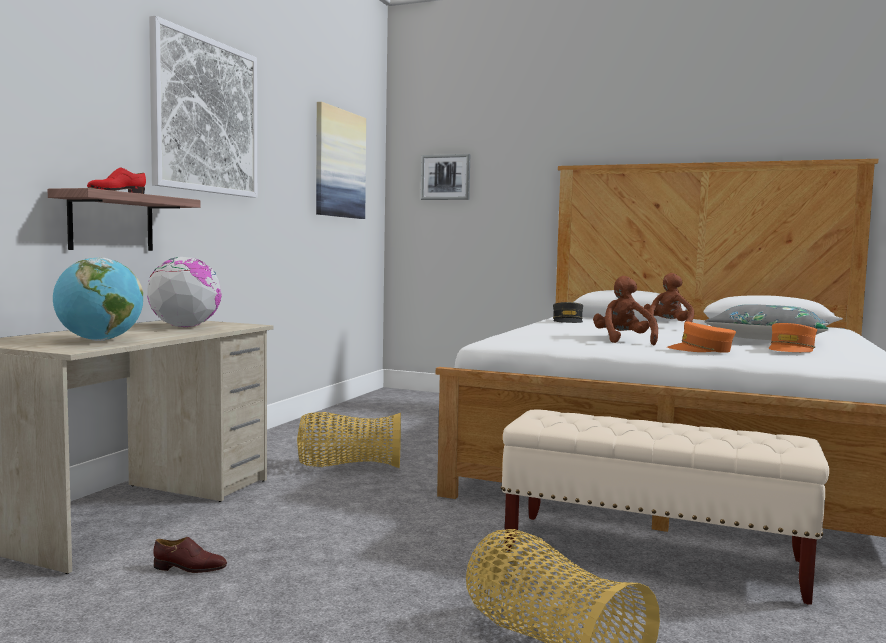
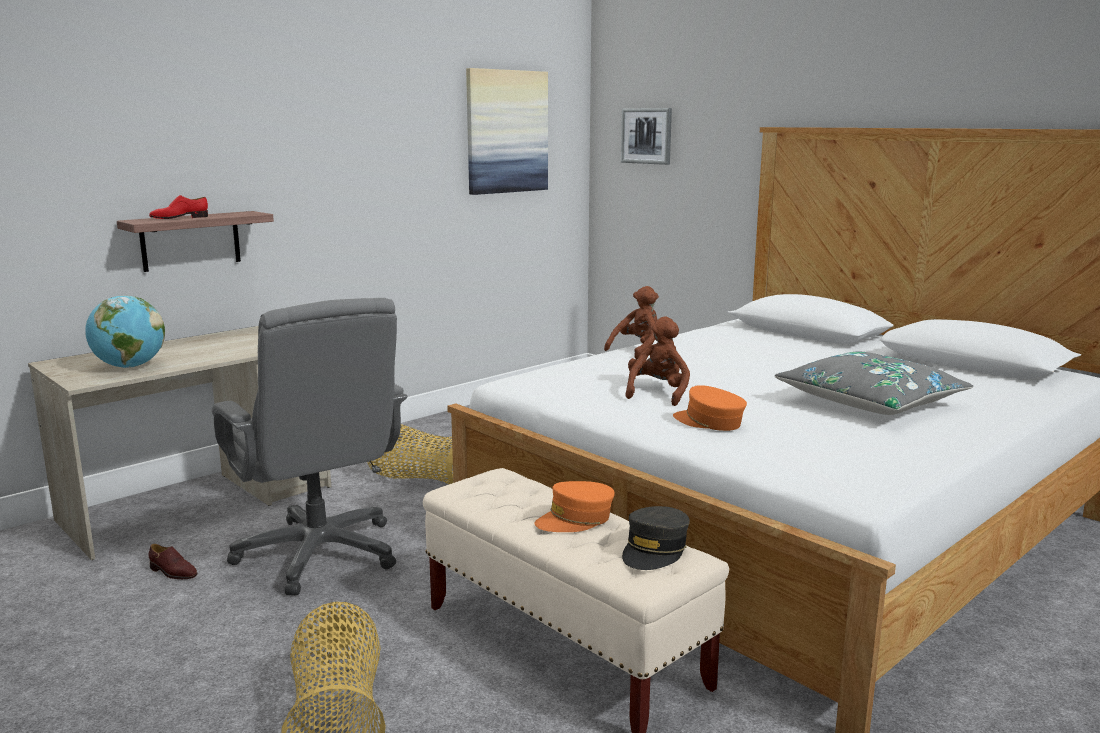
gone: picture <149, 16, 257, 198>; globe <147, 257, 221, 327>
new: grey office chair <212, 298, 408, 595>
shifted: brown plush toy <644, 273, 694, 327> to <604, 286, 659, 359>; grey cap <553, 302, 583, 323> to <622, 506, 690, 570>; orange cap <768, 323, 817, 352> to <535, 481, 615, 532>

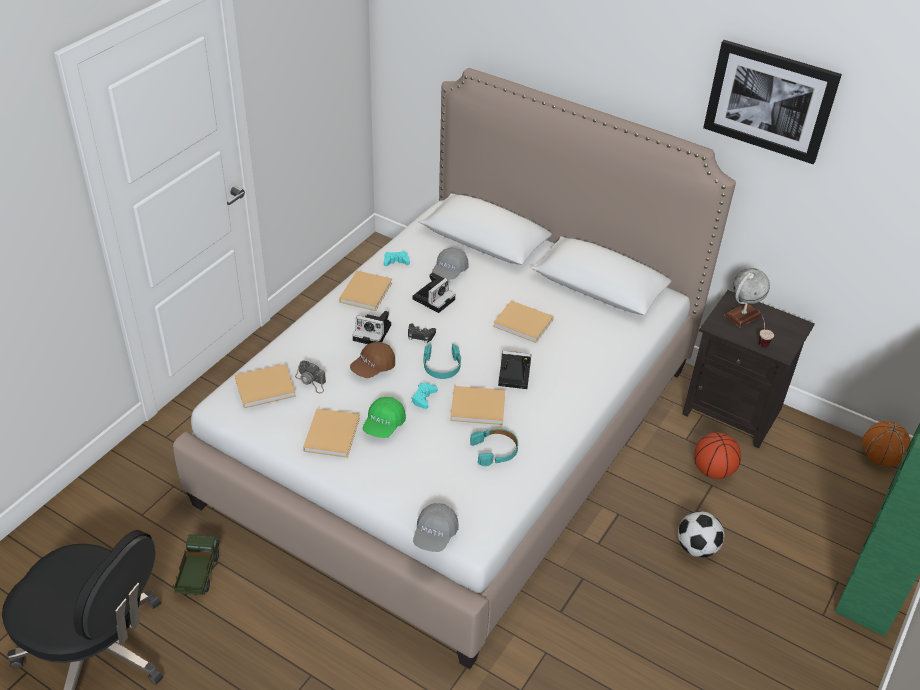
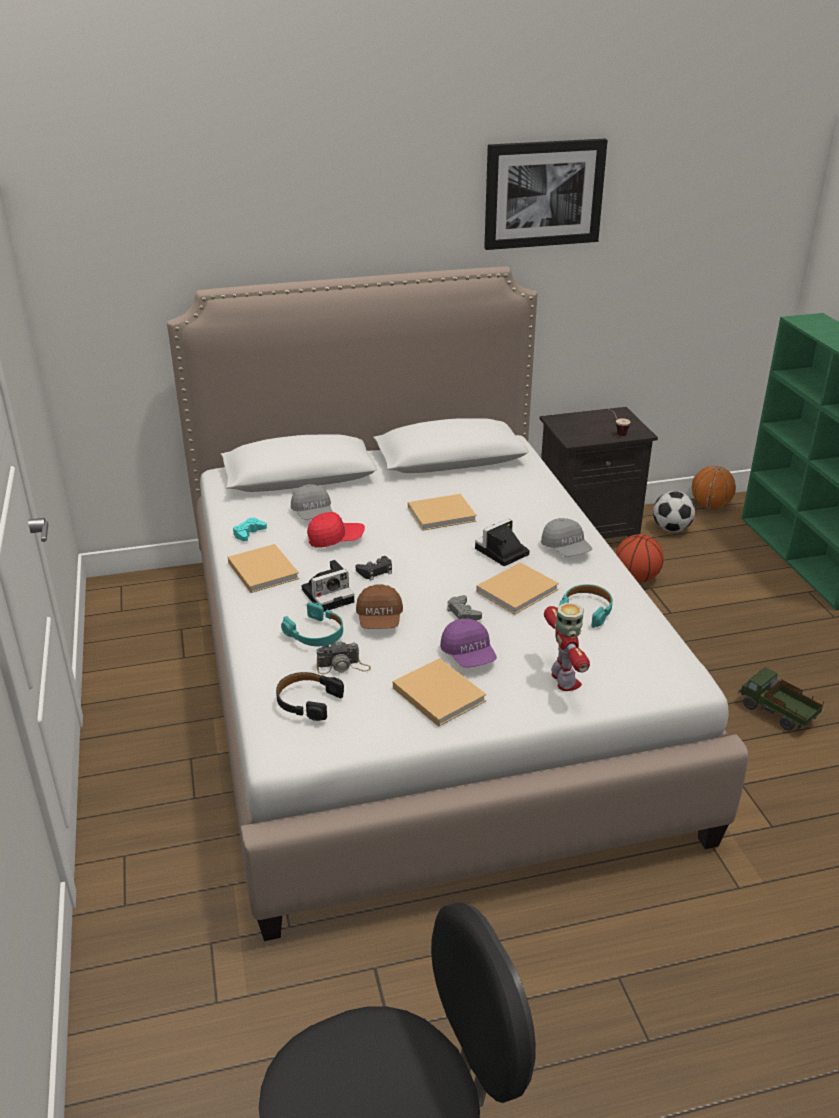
gone: globe <724, 268, 770, 328>
new: toy robot <544, 603, 590, 691>
shifted: turquoise headphones <423, 344, 461, 379> to <281, 602, 343, 646>; grey cap <413, 503, 459, 552> to <541, 518, 592, 557>; football <678, 511, 725, 558> to <653, 491, 695, 532>; toy truck <173, 534, 220, 596> to <738, 667, 824, 731>
swapped: photo camera <413, 273, 455, 313> to red cap <307, 512, 365, 548>; beige book <235, 364, 296, 408> to black headphones <276, 672, 344, 721>
repainted: turquoise game controller <411, 383, 437, 409> to grey game controller <447, 595, 482, 621>; green cap <362, 397, 406, 438> to purple cap <440, 618, 497, 667>

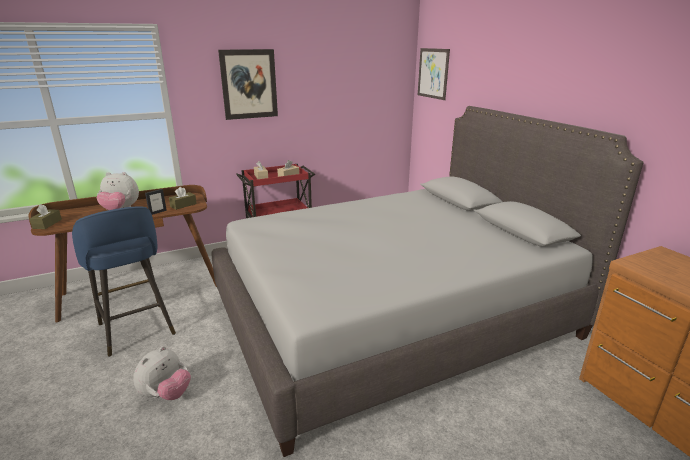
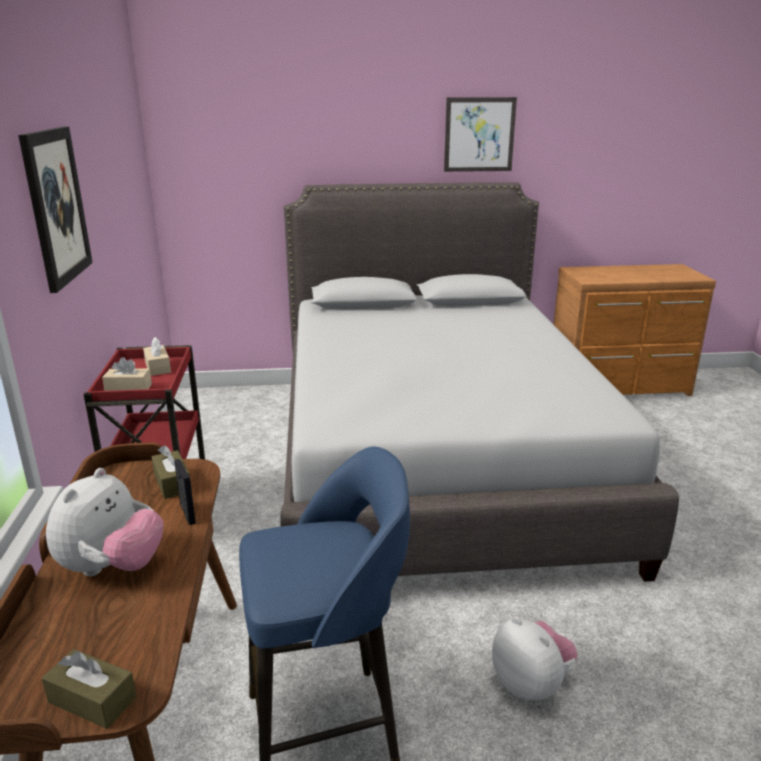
shifted: picture <418, 48, 450, 100> to <444, 97, 517, 172>

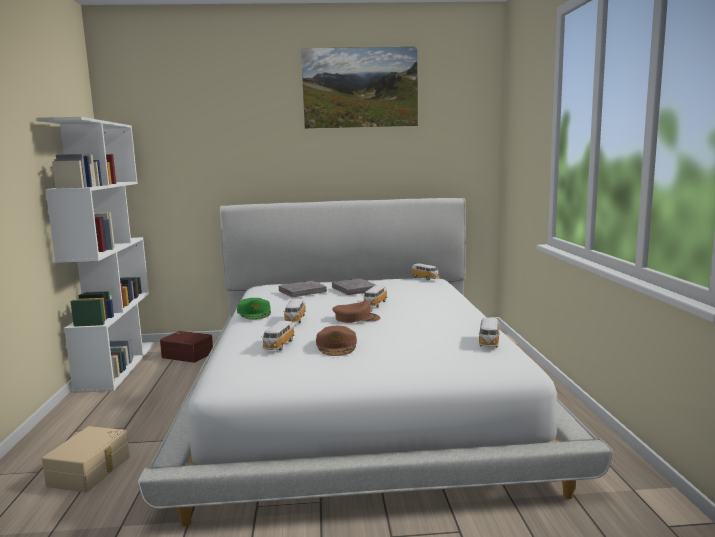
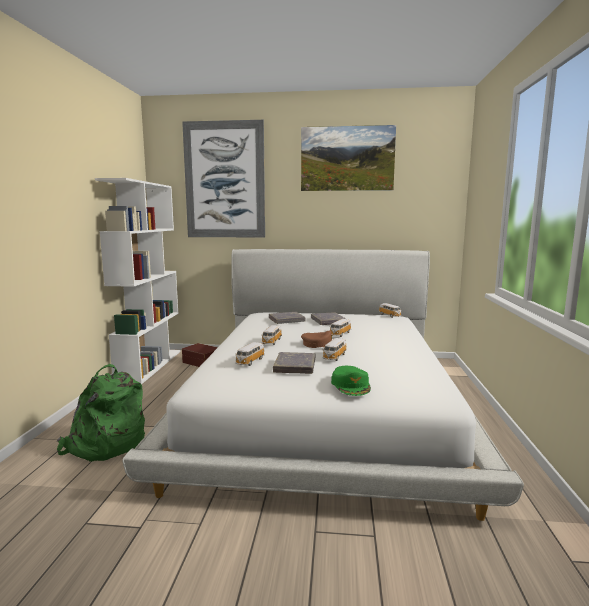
new: picture <182, 120, 265, 238>
shifted: green cap <237, 298, 271, 320> to <331, 366, 371, 396>; toy car <478, 318, 500, 348> to <323, 338, 347, 361>
swapped: brown cap <316, 326, 357, 356> to grey book <273, 352, 316, 374>; beige storage box <42, 426, 130, 492> to green backpack <57, 364, 145, 462>

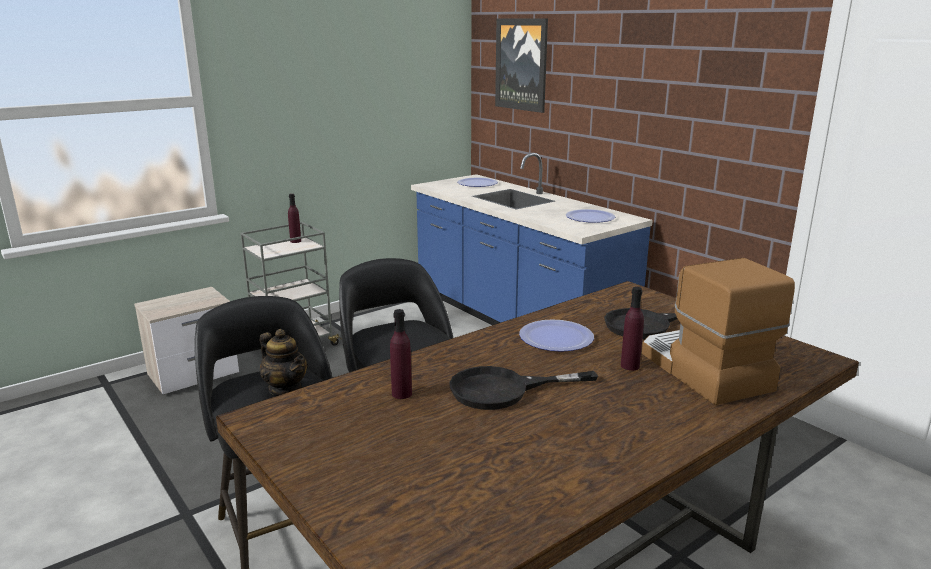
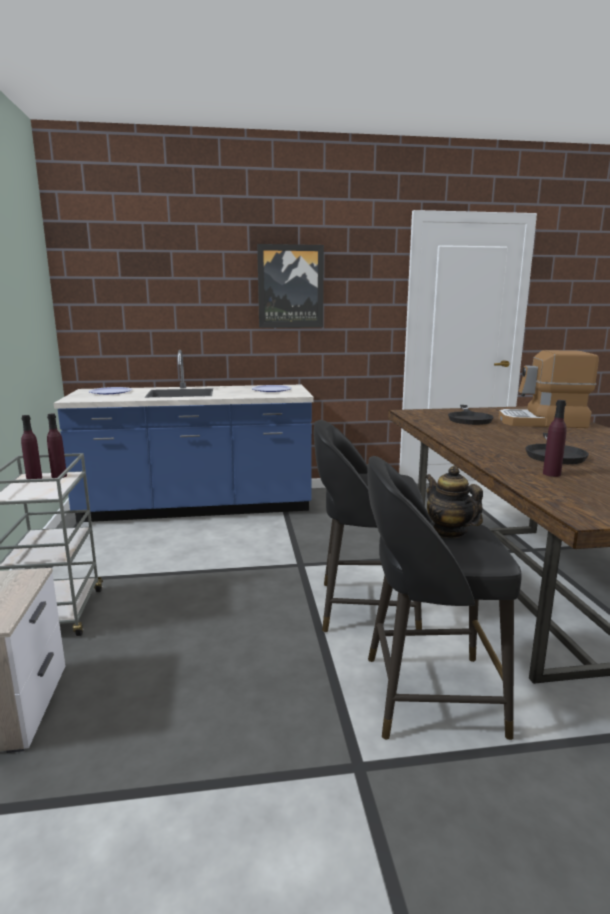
gone: plate <519, 319, 594, 352>
shifted: picture <495, 18, 548, 113> to <257, 244, 324, 328>; purple bottle <621, 287, 644, 371> to <47, 414, 67, 478>
rotated: teapot <260, 329, 307, 396> = <425, 466, 483, 538> 105 degrees counterclockwise

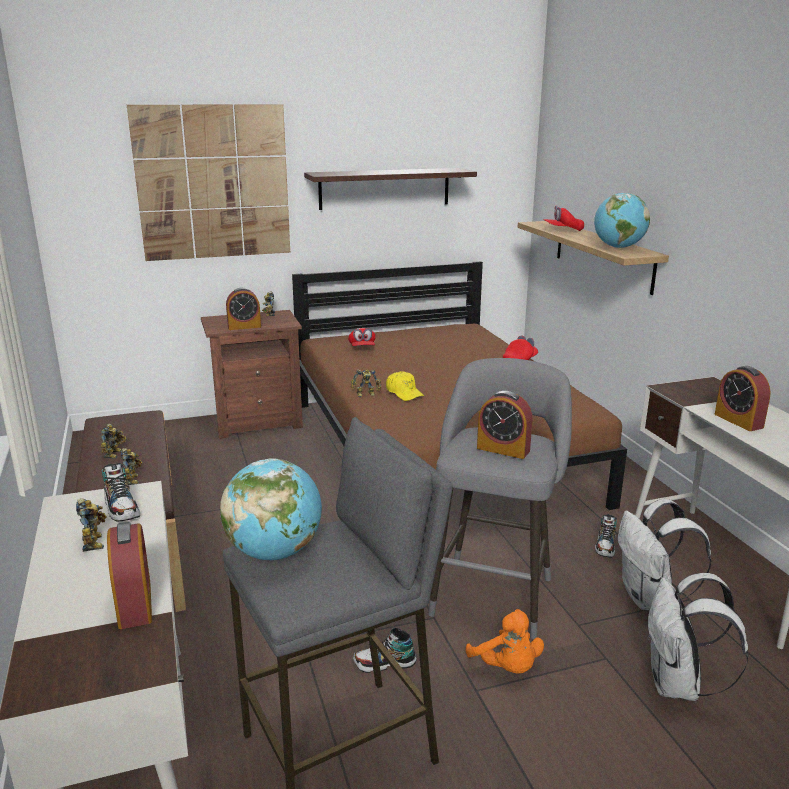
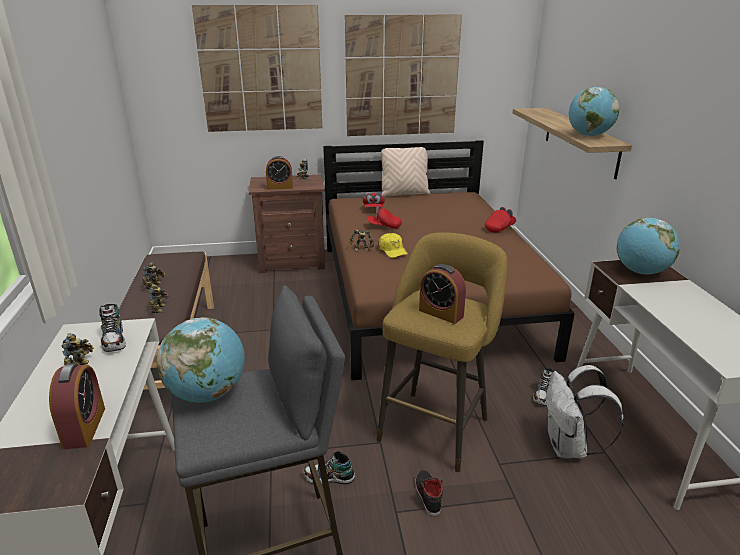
gone: alarm clock <715, 366, 771, 431>; white backpack <647, 573, 749, 701>
new: beige pillow <381, 147, 431, 197>; globe <616, 217, 680, 274>
shifted: red cap <544, 206, 584, 231> to <367, 206, 402, 229>
swapped: shelf <304, 168, 477, 210> to picture <345, 14, 462, 136>; orange plush toy <466, 609, 544, 674> to black shoe <415, 470, 443, 516>
repainted: grey stool <428, 358, 572, 639> to yellow stool <376, 232, 508, 472>

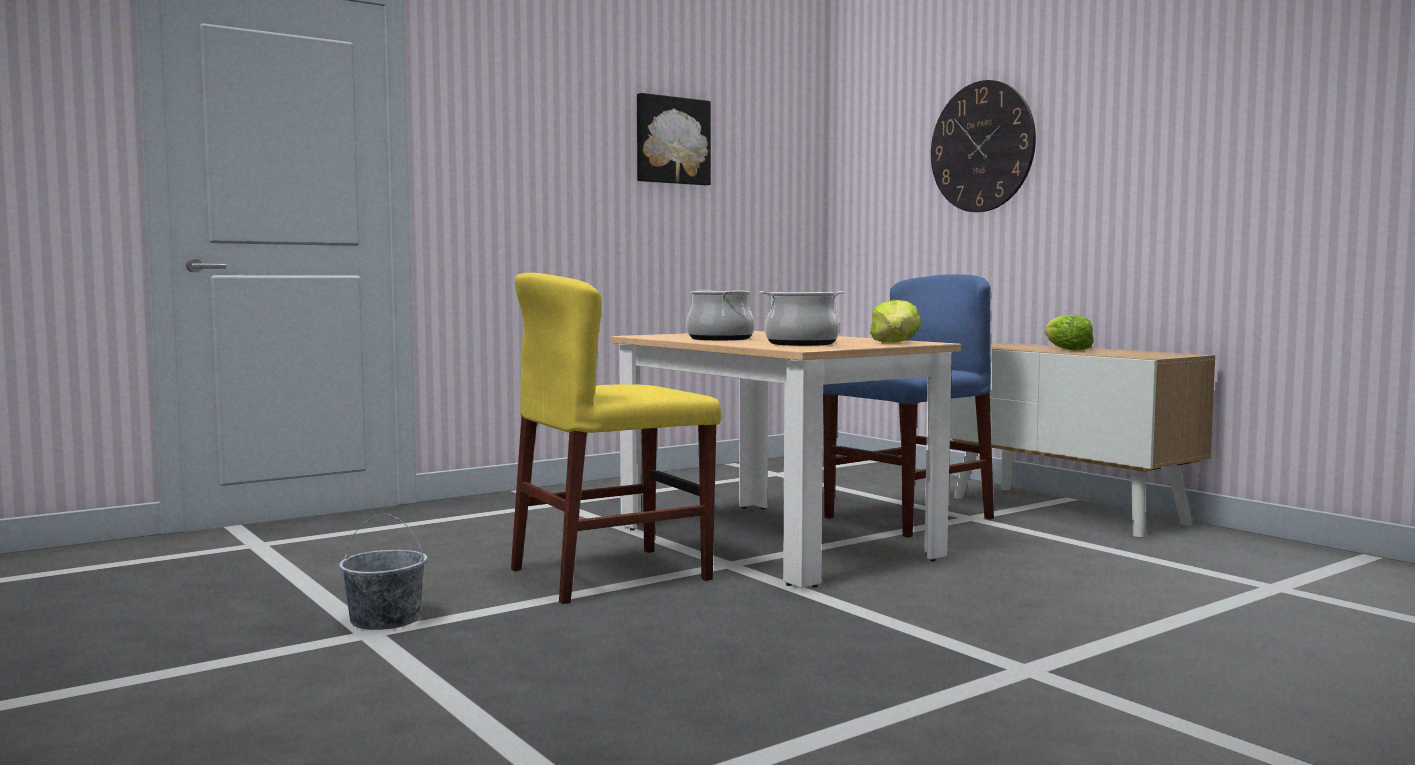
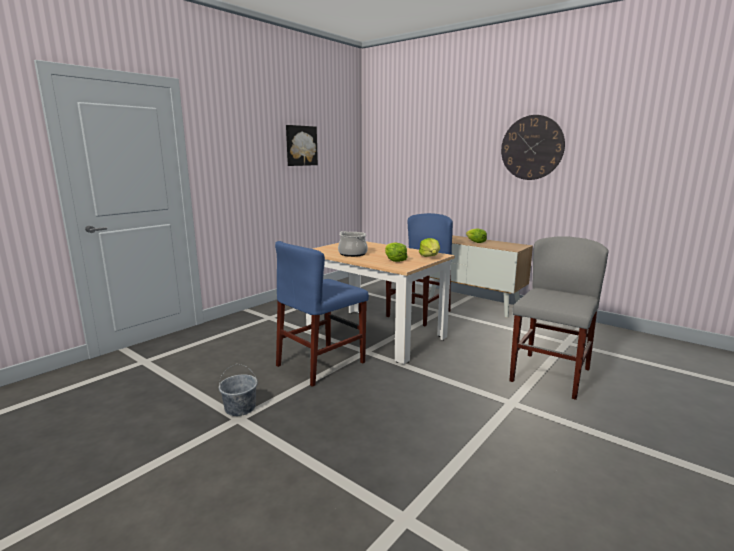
new: grey chair <509, 236, 608, 400>
shifted: wall clock <931, 80, 1036, 212> to <501, 115, 565, 180>
swapped: cooking pot <759, 291, 845, 346> to lettuce <385, 242, 408, 262>
repainted: yellow chair <511, 273, 721, 604> to blue chair <275, 241, 369, 387>

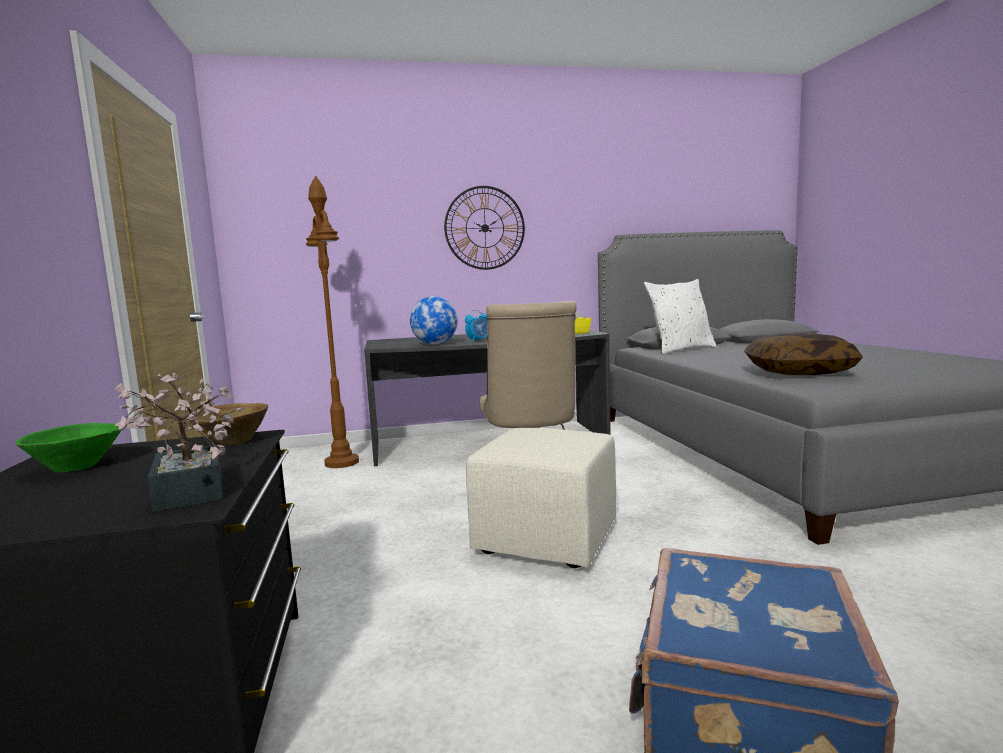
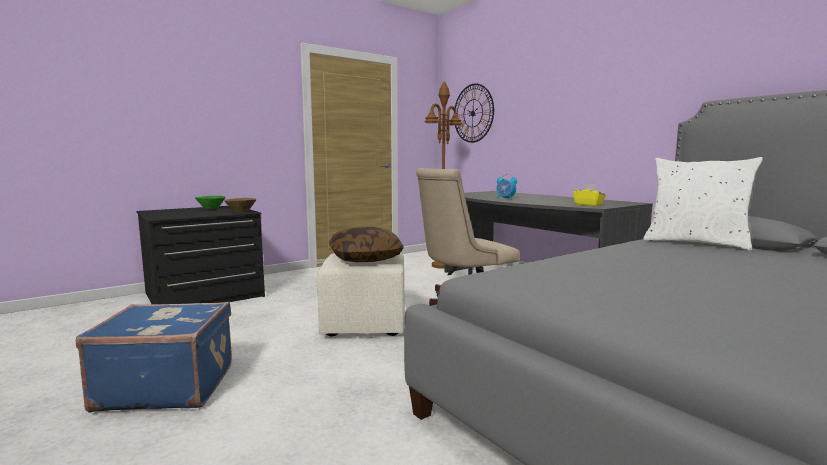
gone: globe <410, 296, 458, 345>; potted plant <115, 373, 243, 512>
shifted: wall clock <444, 186, 525, 270> to <455, 83, 494, 143>; pillow <744, 333, 863, 375> to <329, 227, 404, 262>

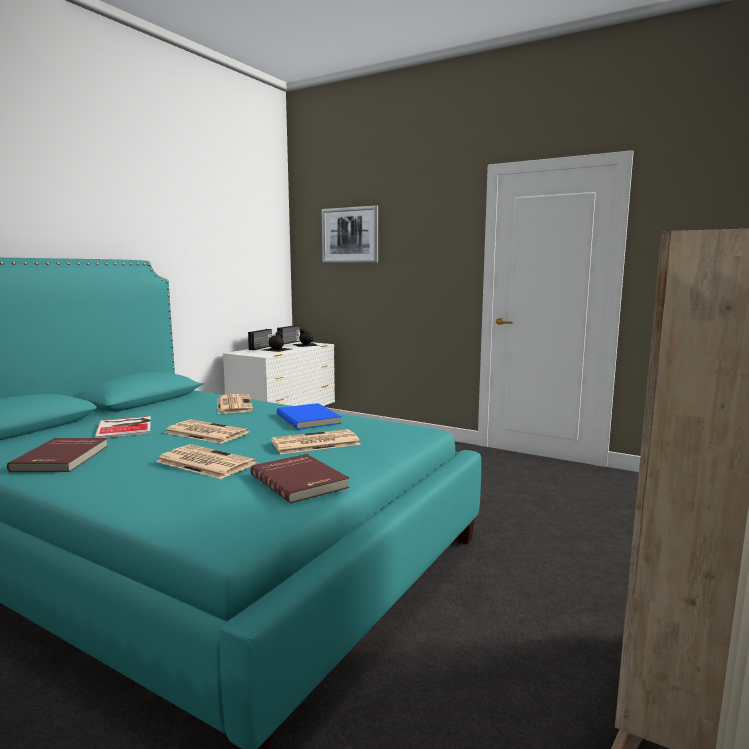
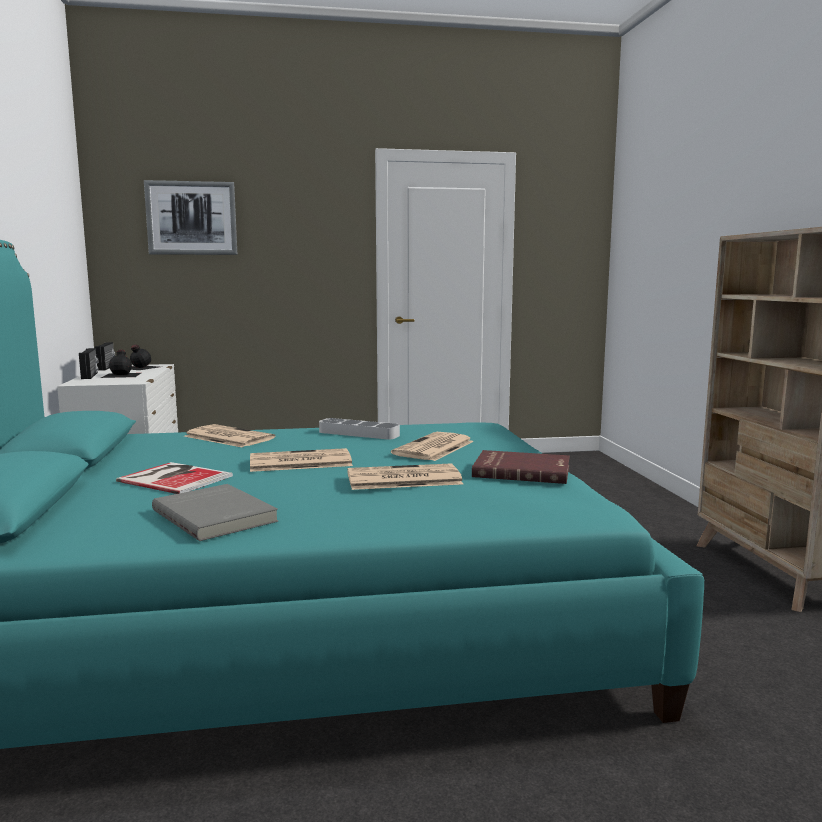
swapped: blue book <277, 403, 341, 430> to grey tray <319, 418, 400, 440>
repainted: red book <7, 438, 108, 472> to grey book <152, 484, 278, 541>

